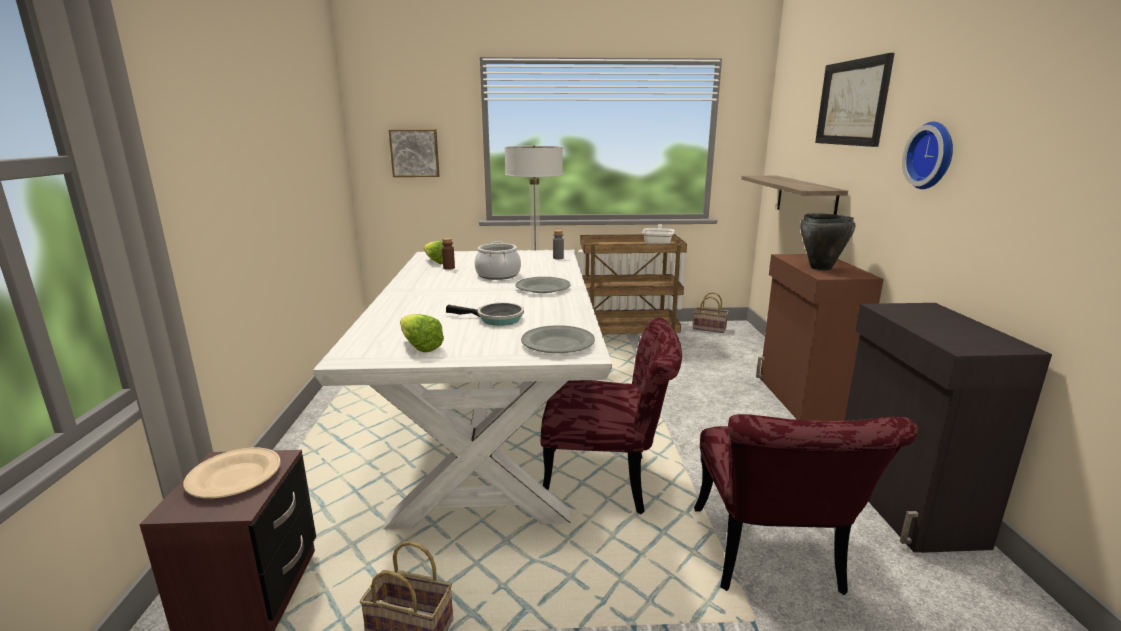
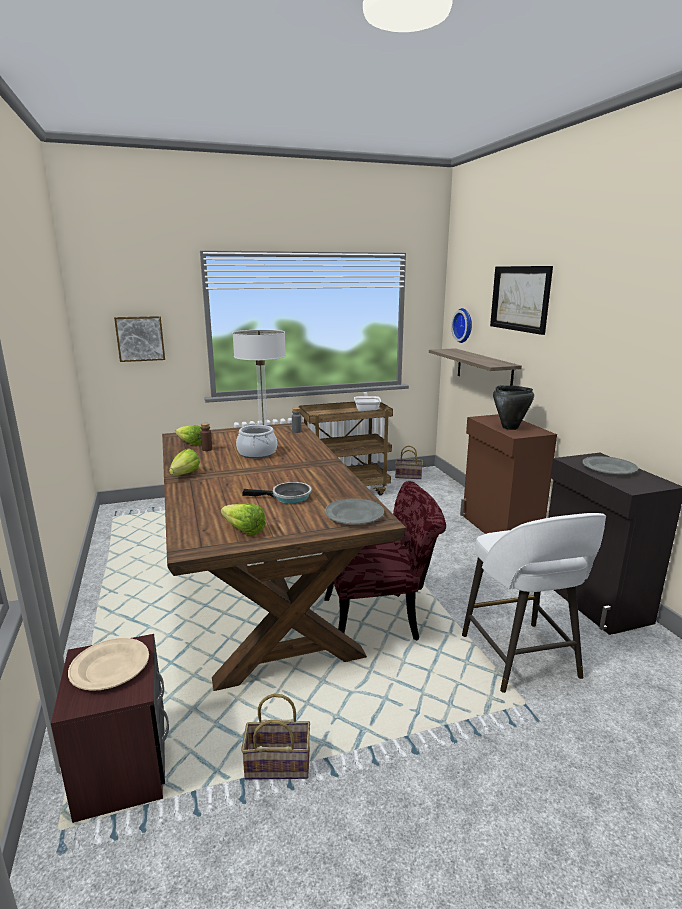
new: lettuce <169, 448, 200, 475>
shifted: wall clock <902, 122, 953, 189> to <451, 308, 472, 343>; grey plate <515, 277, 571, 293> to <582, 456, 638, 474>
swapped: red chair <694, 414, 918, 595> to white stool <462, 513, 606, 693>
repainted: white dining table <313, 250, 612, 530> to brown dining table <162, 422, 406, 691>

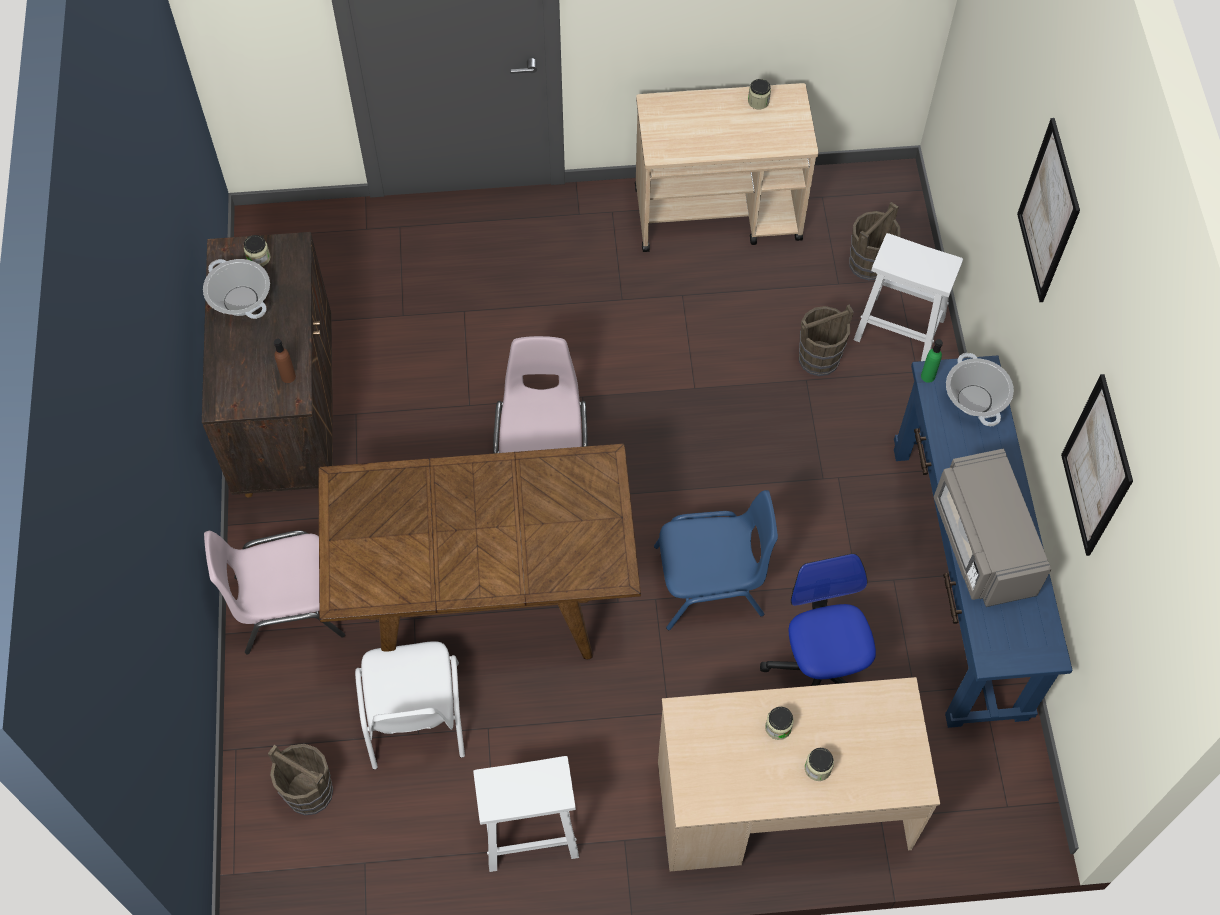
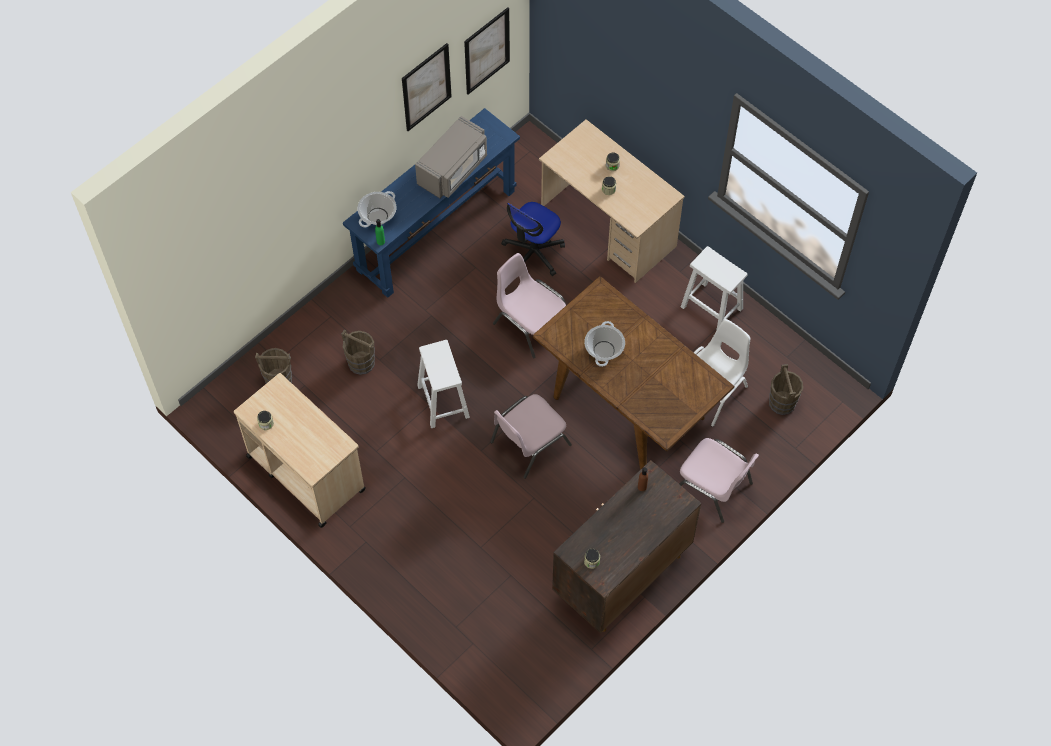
shifted: picture <1017, 118, 1080, 302> to <464, 7, 510, 95>; white stool <854, 233, 963, 361> to <417, 340, 470, 428>; cooking pot <203, 259, 270, 319> to <584, 321, 625, 367>
repainted: blue chair <654, 490, 778, 630> to pink chair <493, 253, 566, 359>

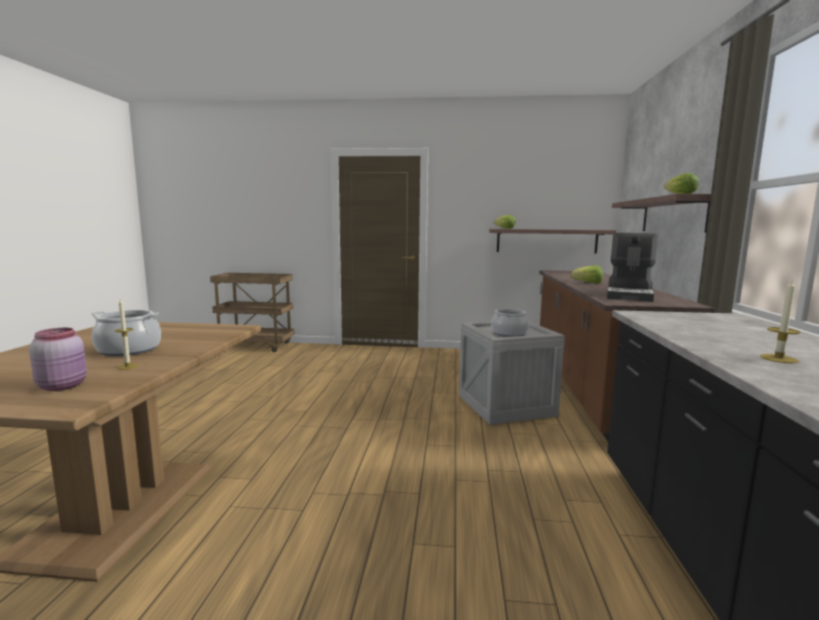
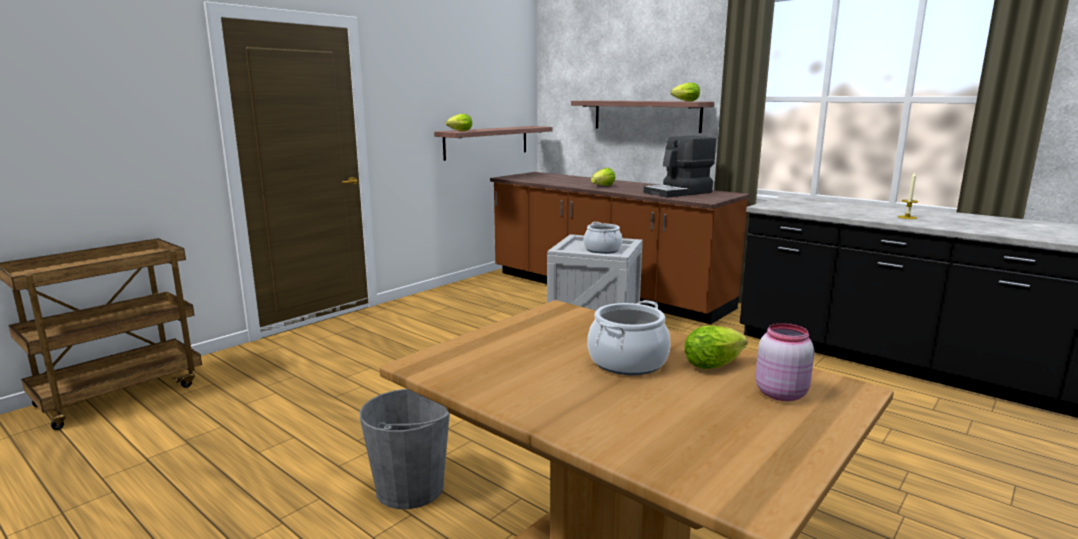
new: grey bucket <359, 389, 450, 509>
swapped: candle <115, 298, 139, 370> to lettuce <685, 326, 748, 369>
rotated: coffee machine <607, 233, 658, 302> = <644, 136, 716, 198> 90 degrees clockwise

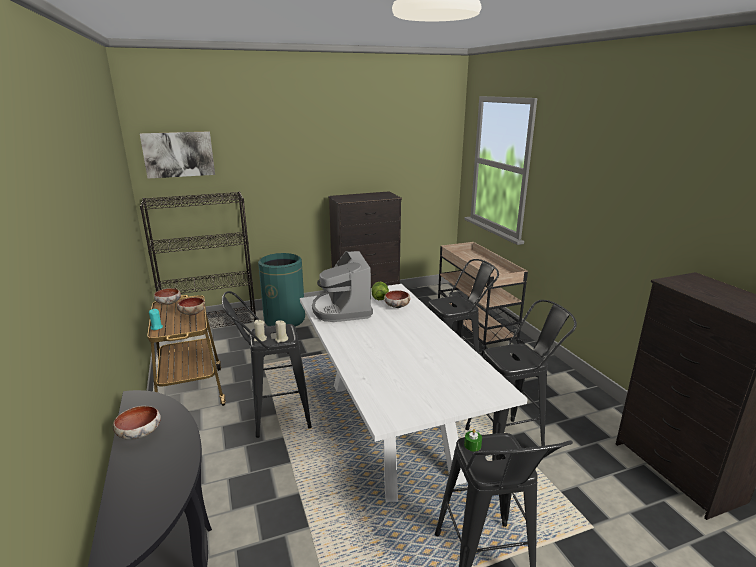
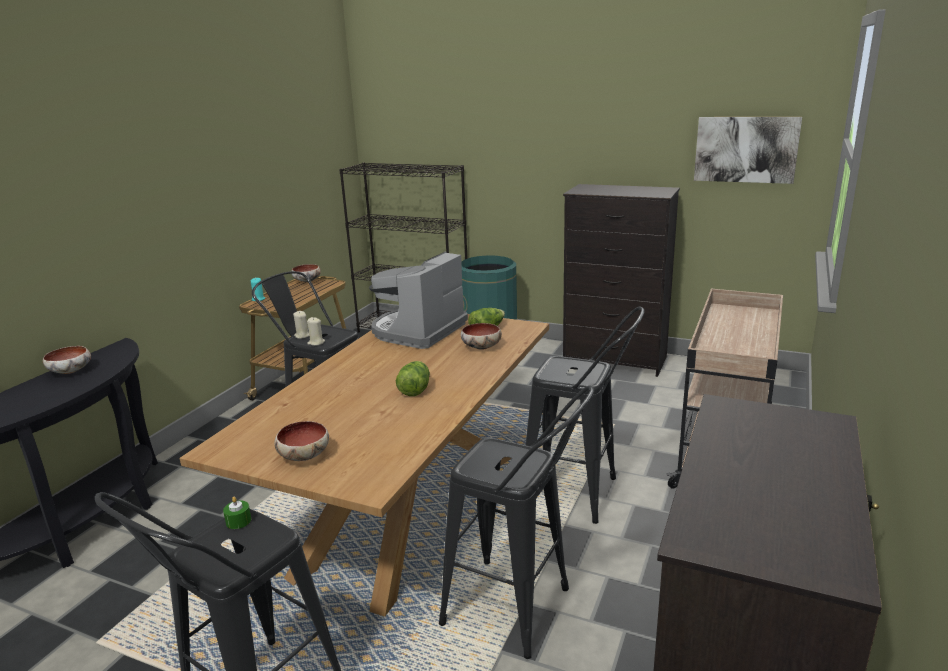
new: lettuce <396, 361, 430, 396>
shifted: picture <140, 131, 215, 179> to <694, 117, 802, 184>; bowl <177, 297, 205, 315> to <274, 421, 329, 461>
repainted: white dining table <300, 284, 528, 502> to brown dining table <180, 314, 549, 617>

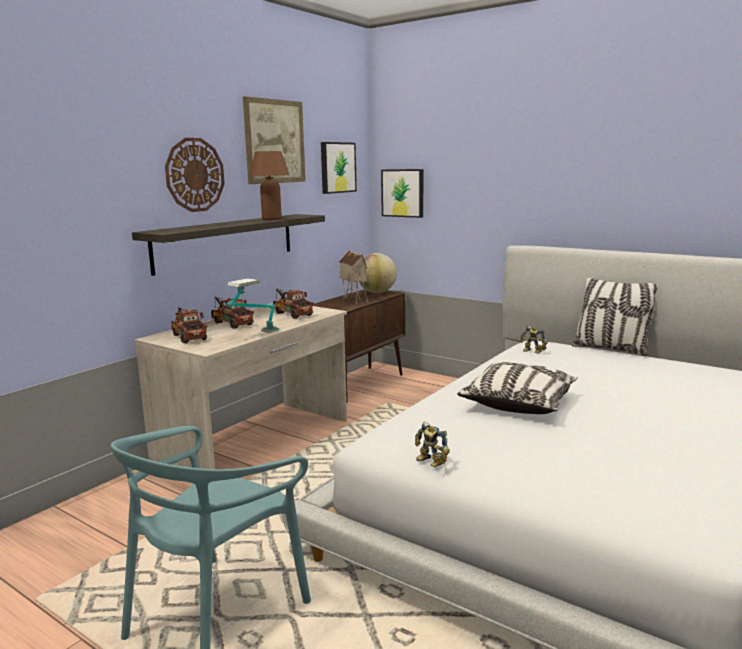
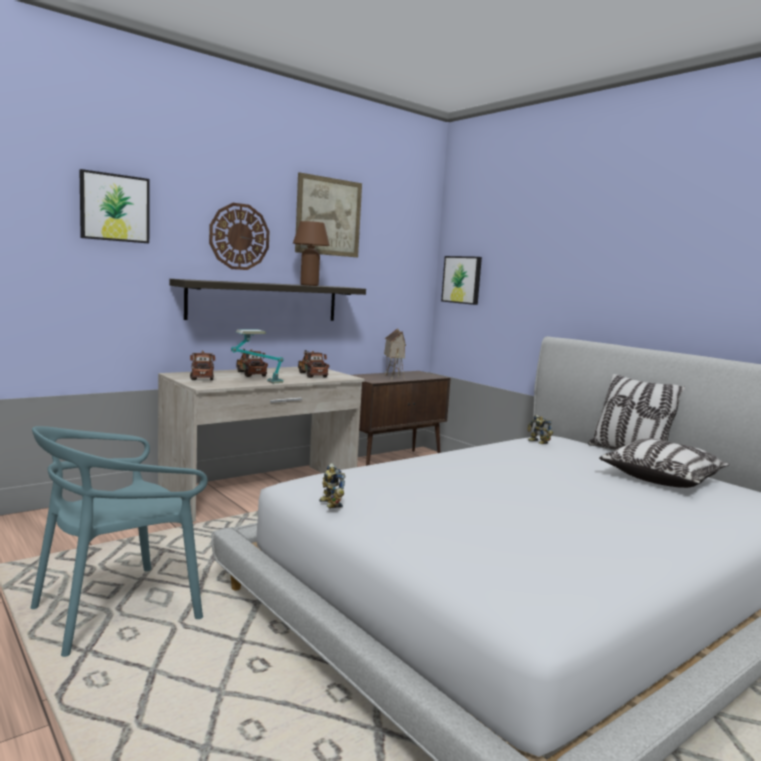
gone: globe <359, 253, 397, 293>
shifted: picture <321, 142, 357, 194> to <79, 169, 149, 243>; pillow <457, 362, 578, 414> to <599, 438, 730, 488>

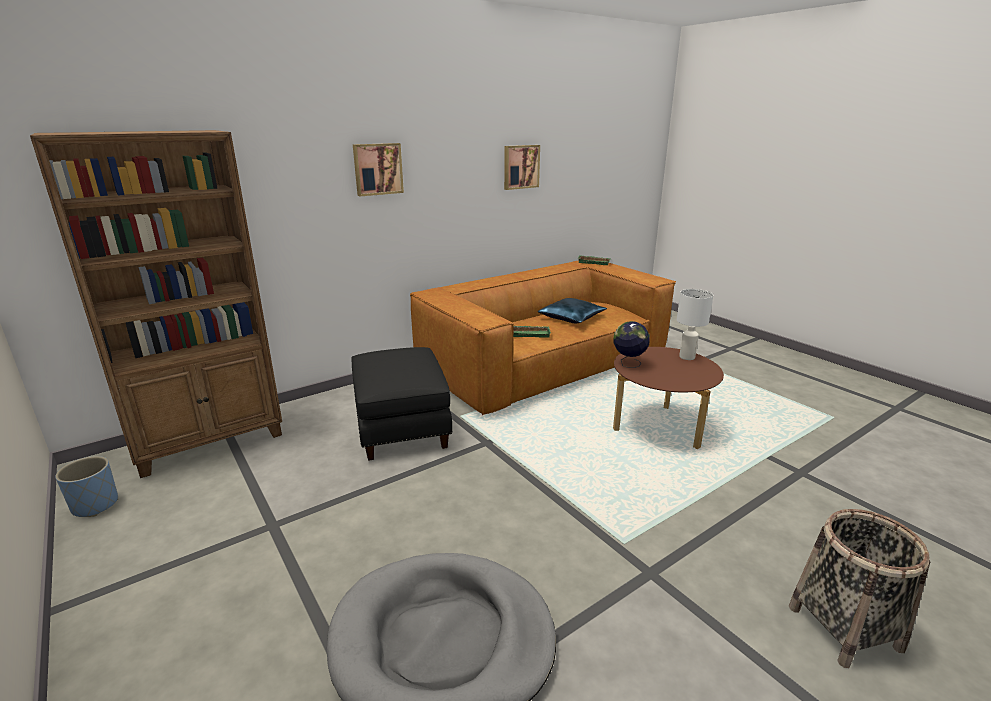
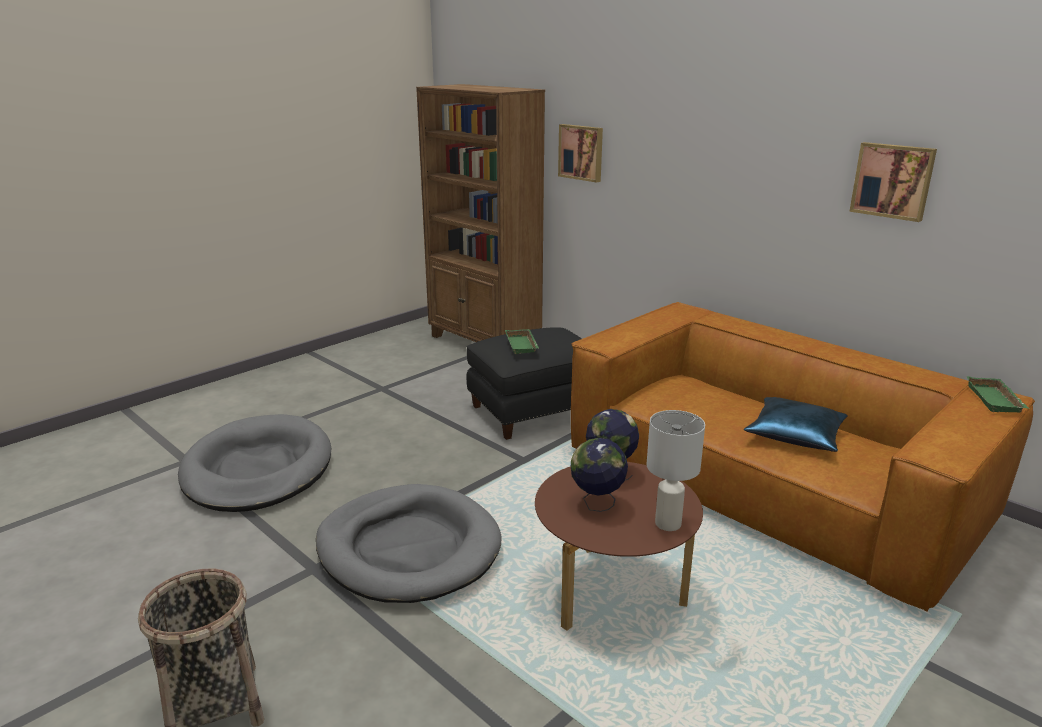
gone: blue planter <55, 456, 118, 517>
new: globe <571, 438, 628, 512>; grey dog bed <316, 484, 502, 603>
shifted: picture <353, 143, 404, 196> to <558, 124, 603, 183>; green tray <513, 326, 551, 337> to <505, 329, 539, 354>

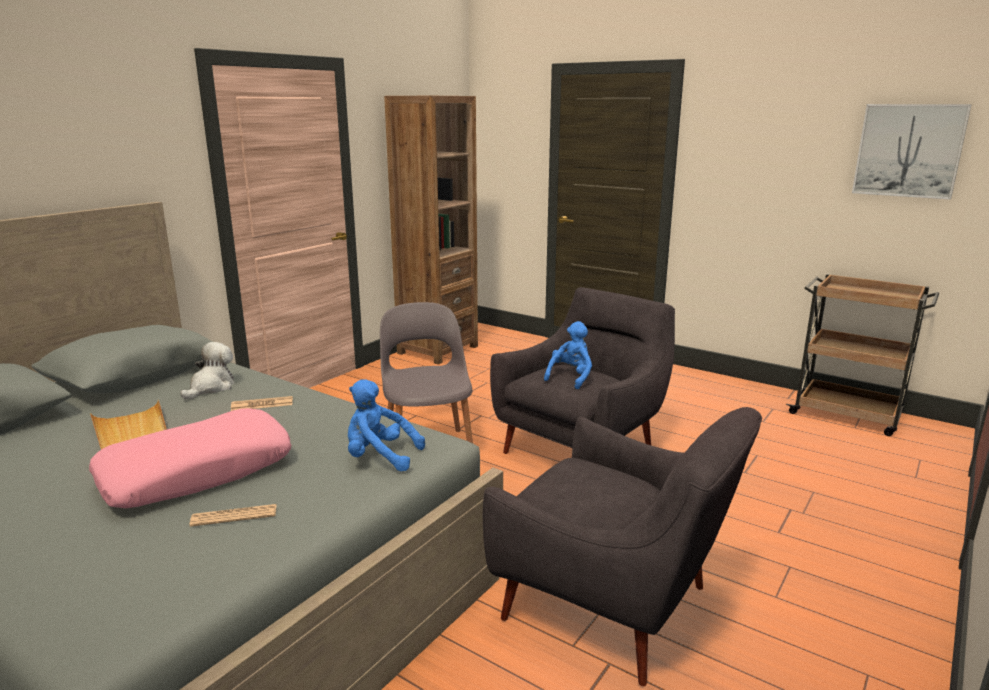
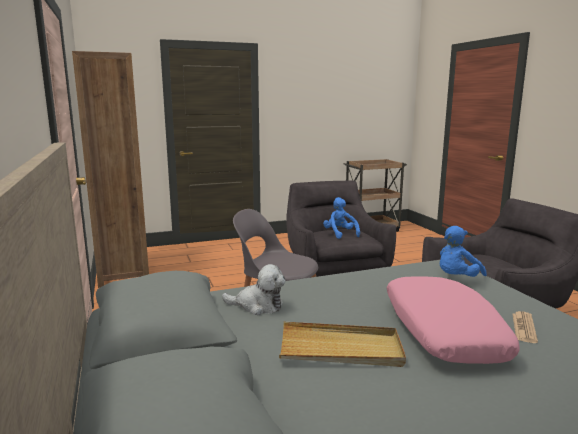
gone: picture <852, 104, 972, 200>; newspaper <231, 396, 293, 411>
rotated: plush toy <180, 342, 234, 400> = <222, 264, 286, 315> 135 degrees clockwise

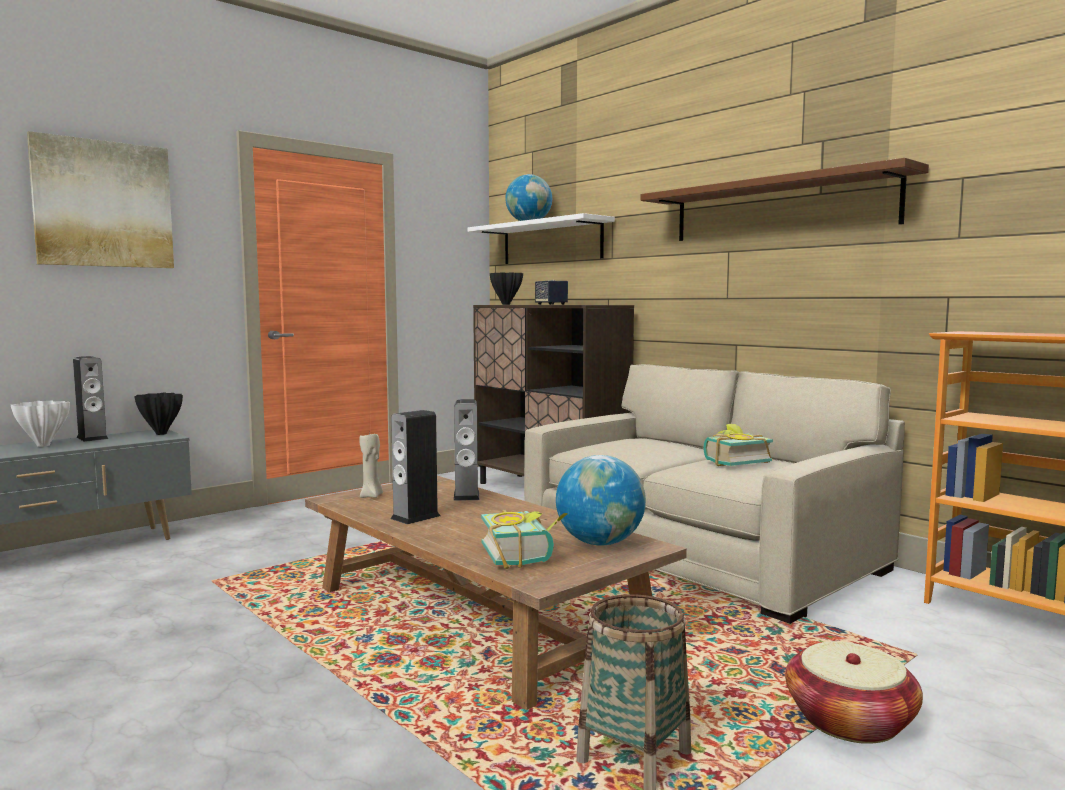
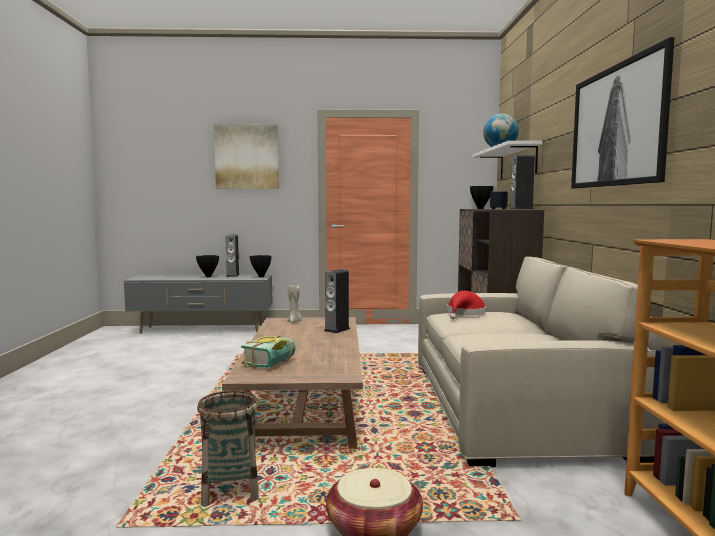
gone: book <703, 424, 773, 466>; globe <556, 455, 646, 546>
new: red hat <447, 291, 486, 319>
shifted: speaker <390, 410, 440, 524> to <509, 155, 535, 210>
swapped: brown shelf <641, 158, 929, 241> to picture <571, 37, 674, 189>
repainted: white vase <10, 401, 70, 447> to black vase <196, 255, 219, 277>

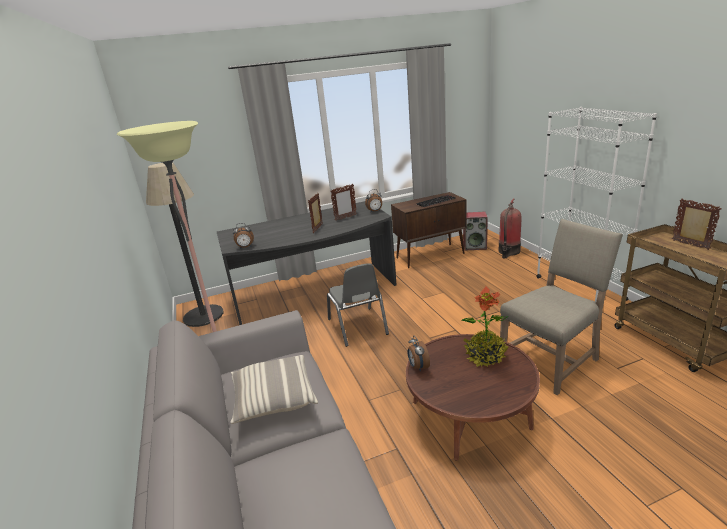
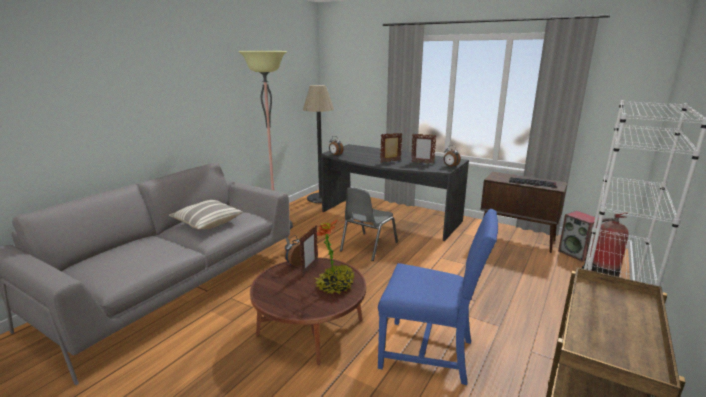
shifted: picture frame <672, 198, 722, 250> to <299, 225, 318, 277>
repainted: beige chair <500, 219, 623, 395> to blue chair <378, 209, 498, 385>

